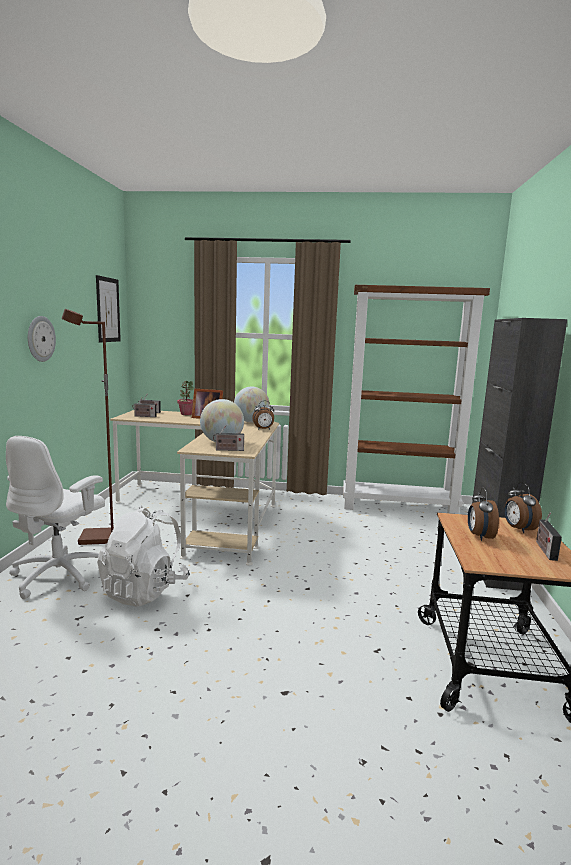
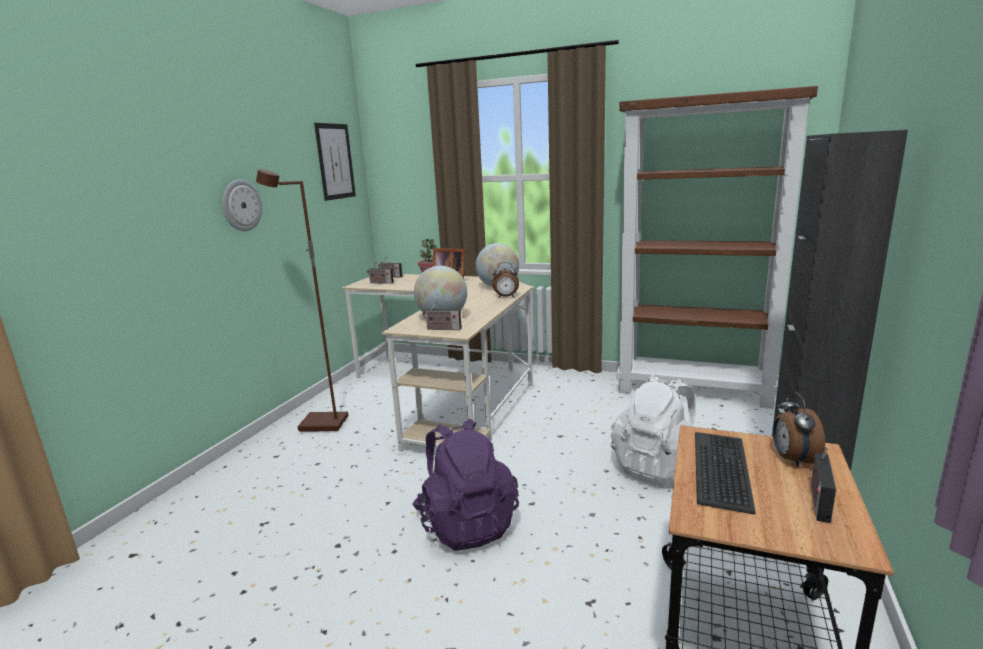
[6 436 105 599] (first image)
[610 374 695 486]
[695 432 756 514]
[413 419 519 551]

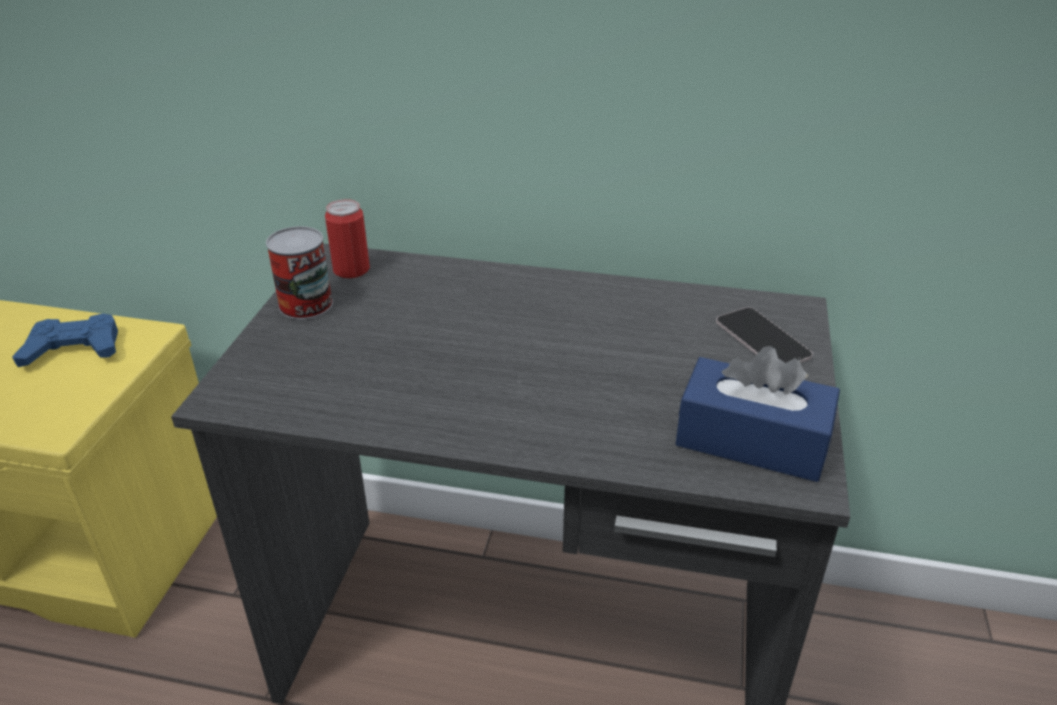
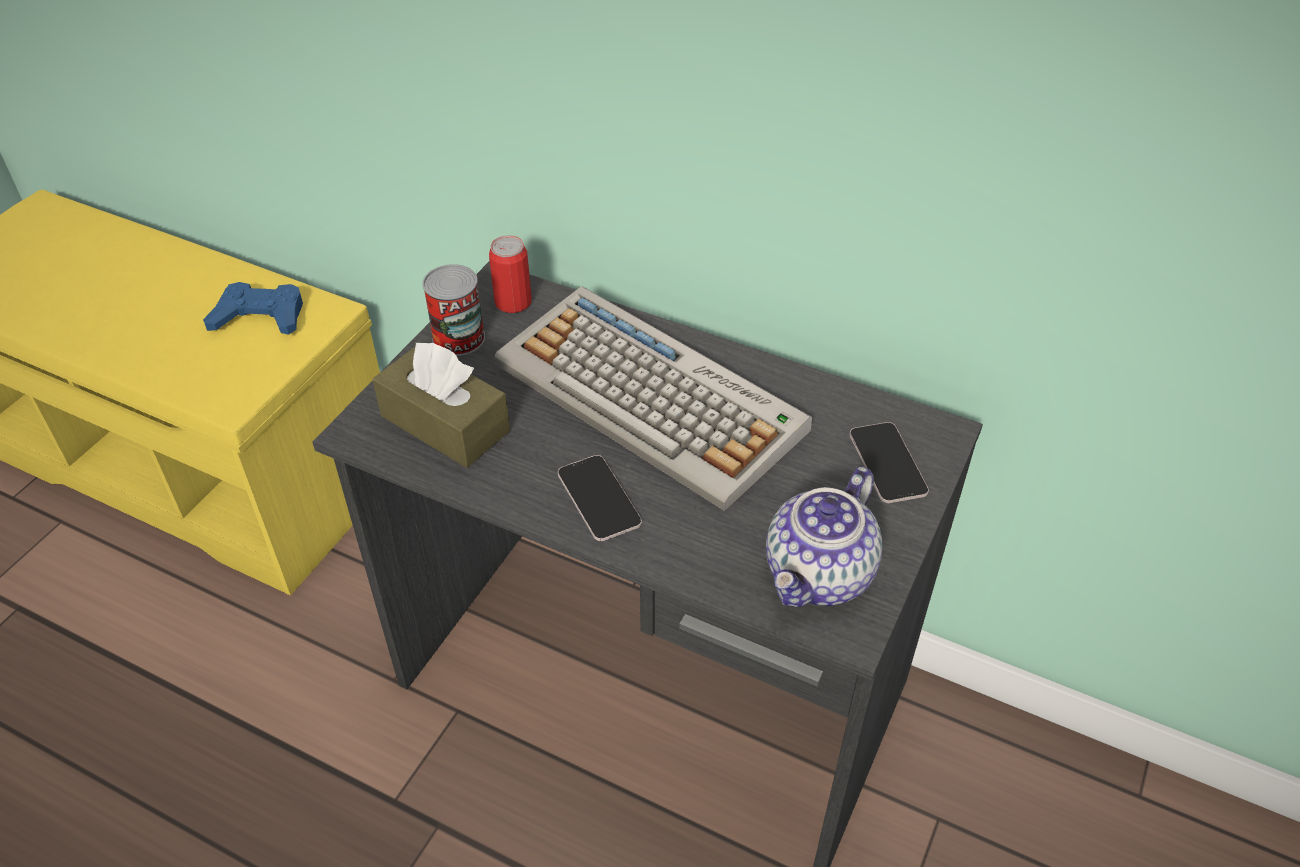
[766 467 883 607]
[372 342 510 468]
[494 286 812 511]
[558 455 642 541]

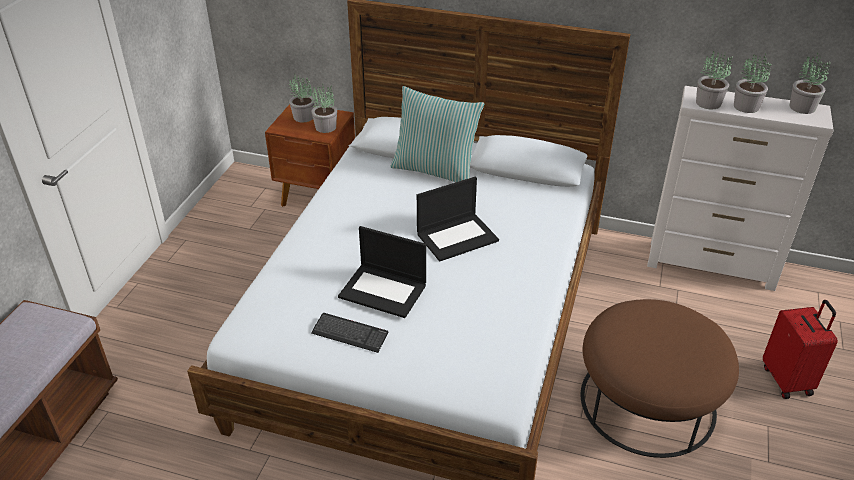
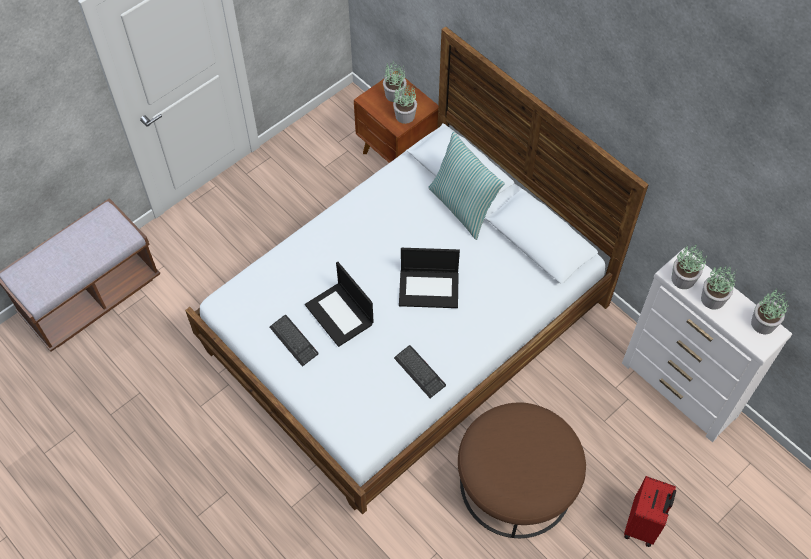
[394 345 446 399]

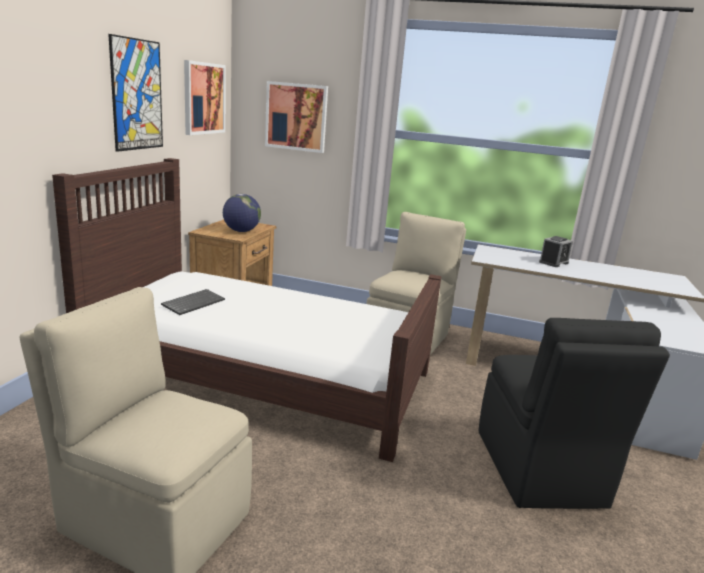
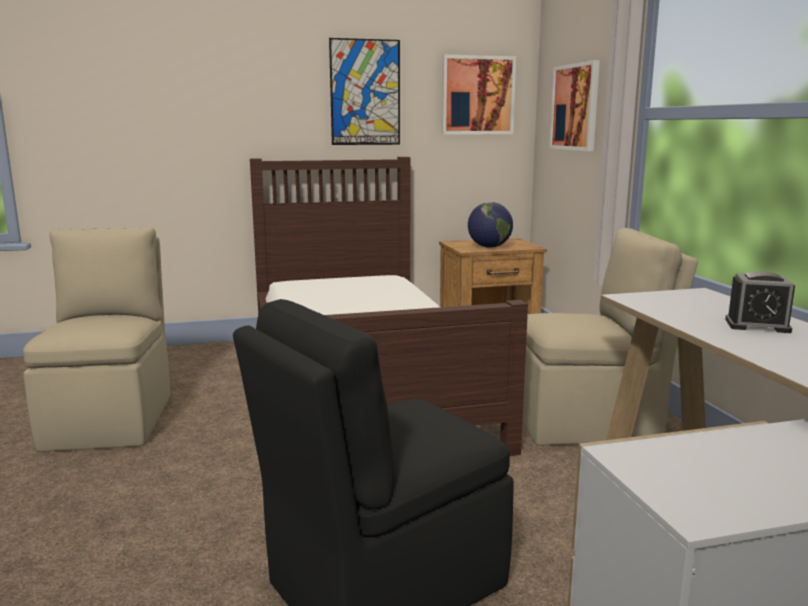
[161 289 225 315] (first image)

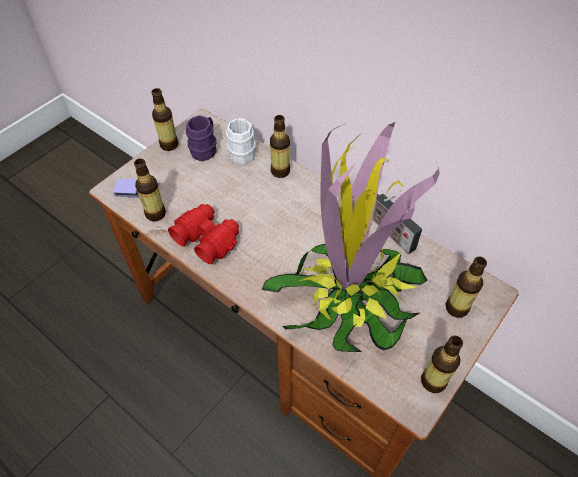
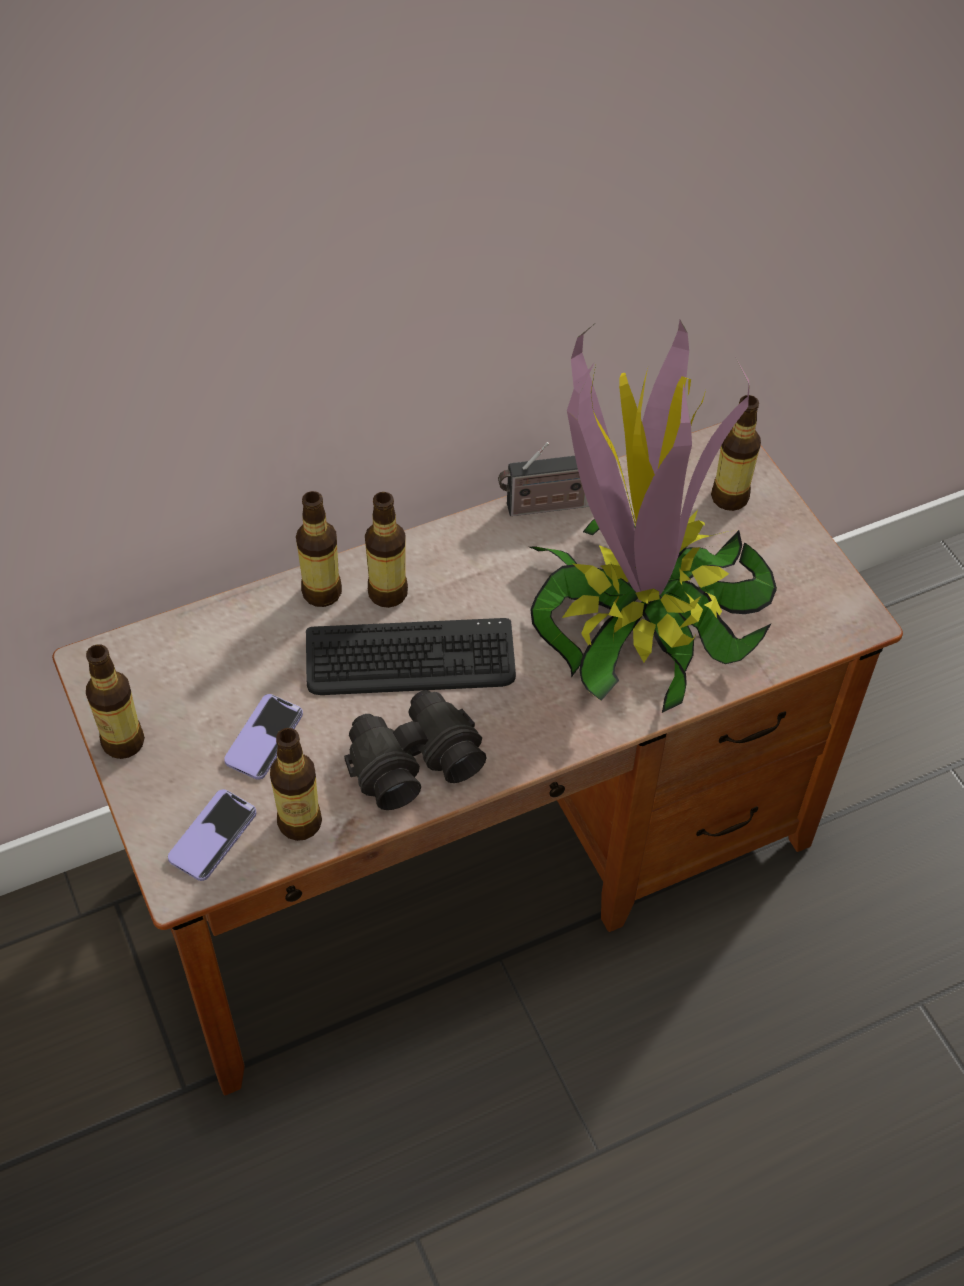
[344 690 486 810]
[186 115 217 161] (first image)
[226 118 256 164] (first image)
[365 492 408 608]
[224 694 303 780]
[306 618 516 695]

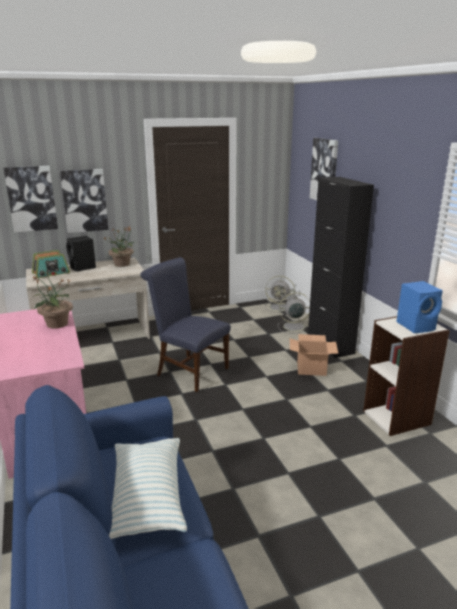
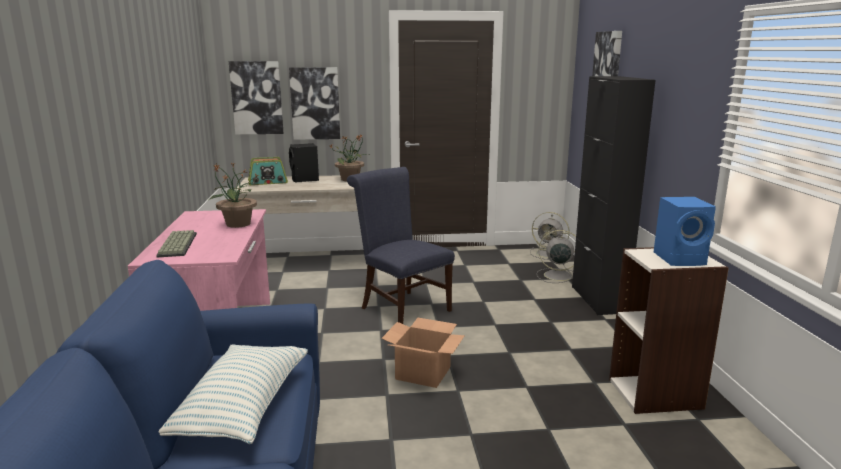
[381 318 465 388]
[156 230 197 257]

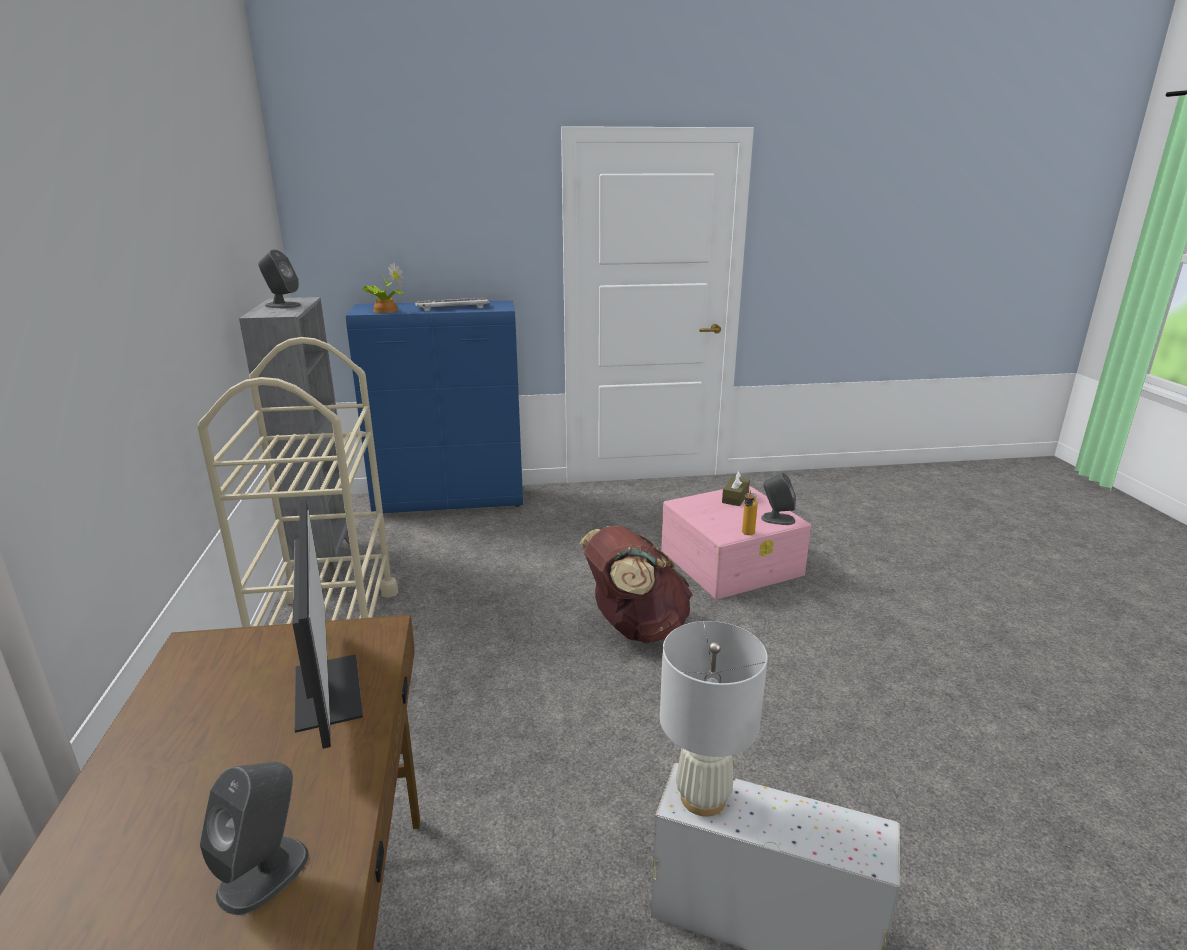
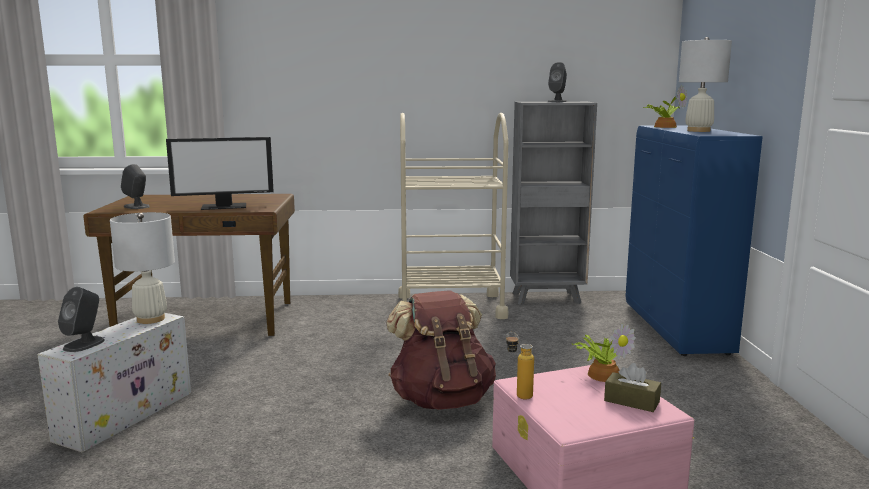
[679 37 732 132]
[58 287 105 352]
[572 324 636 382]

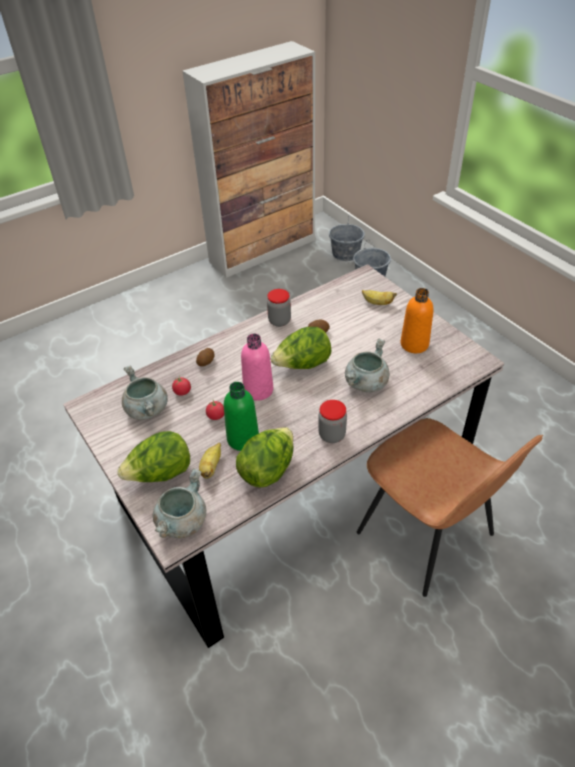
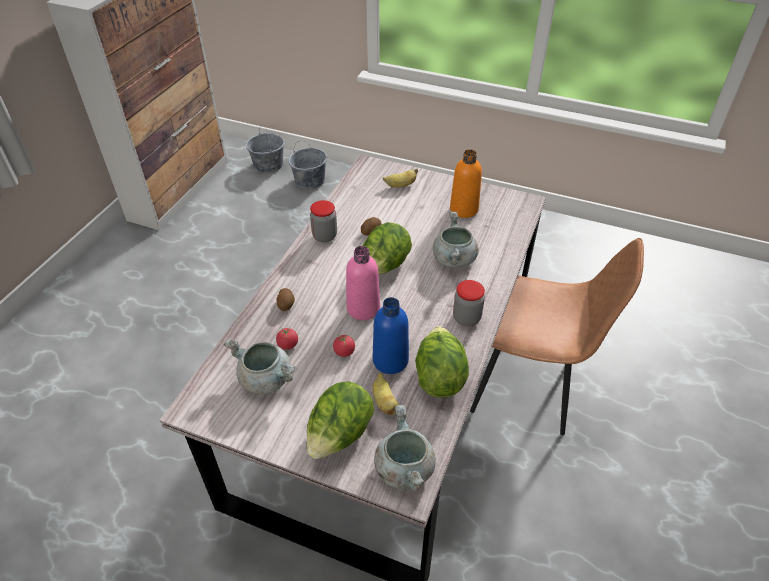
[373 297 409 374]

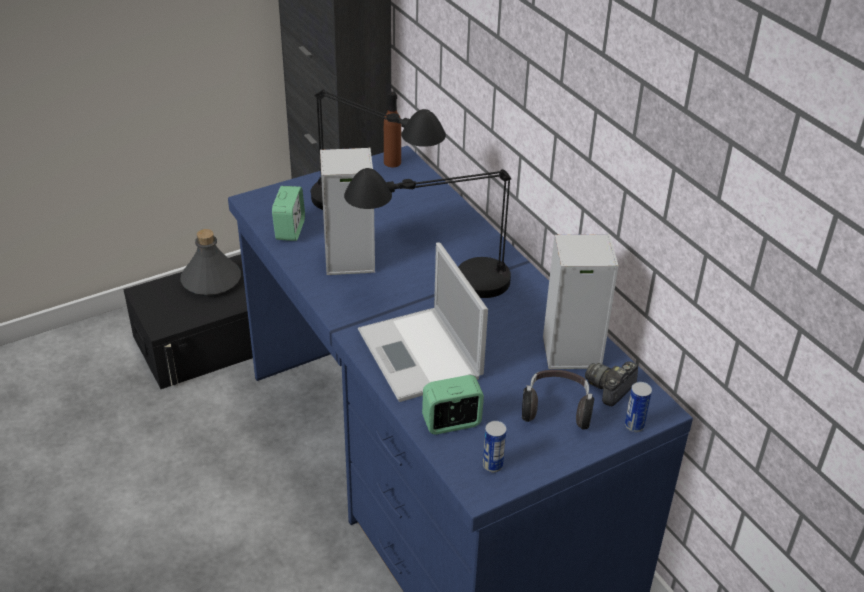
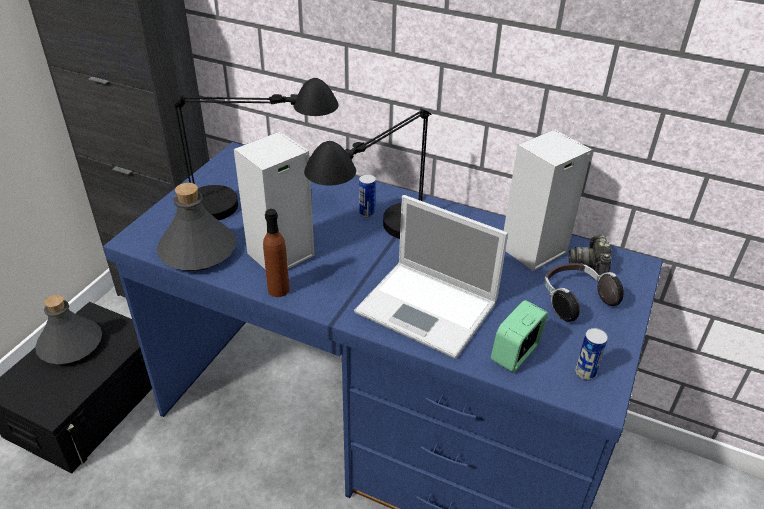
[157 183 237 271]
[263 209 290 297]
[359 174 376 218]

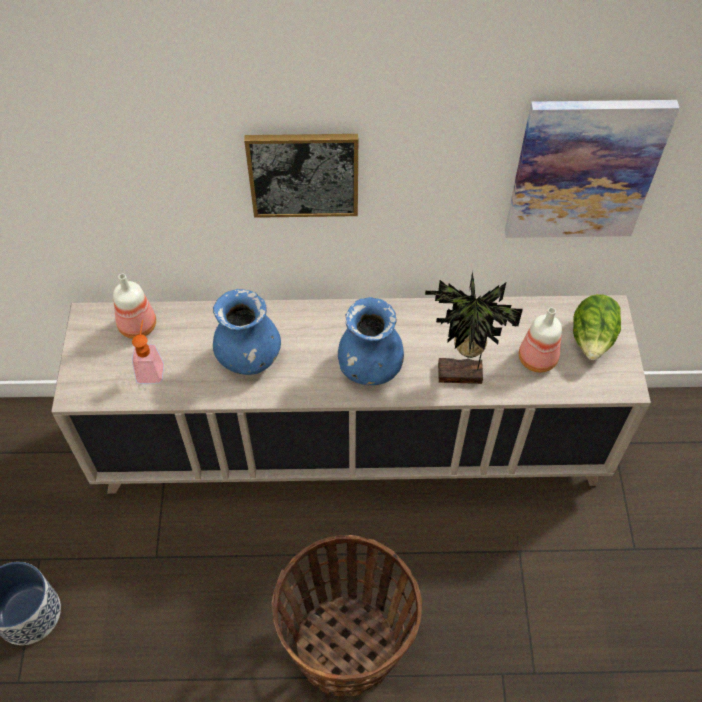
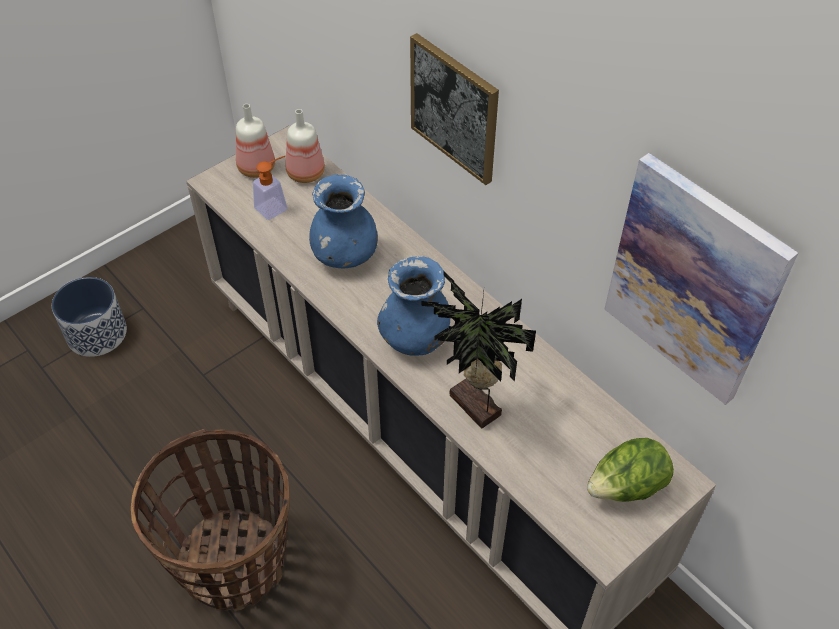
[236 104 275 178]

